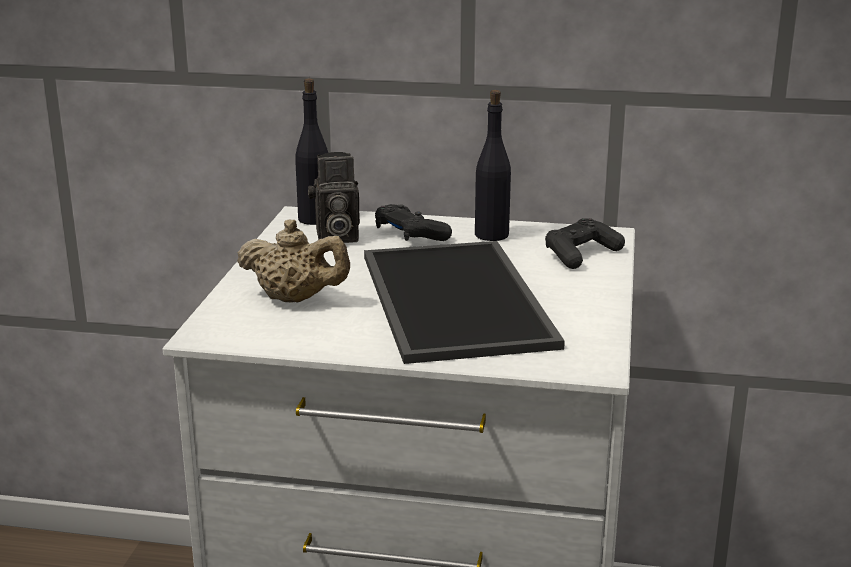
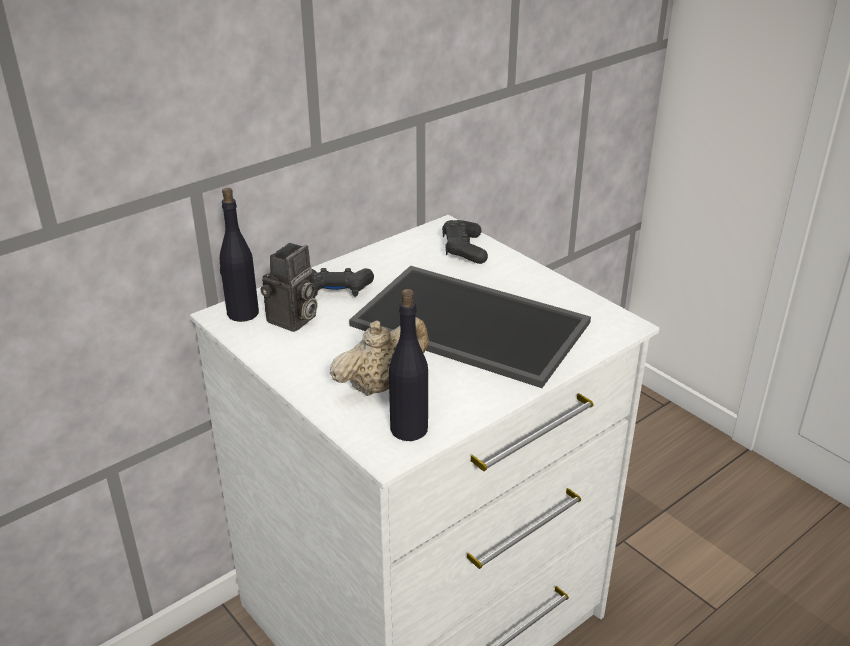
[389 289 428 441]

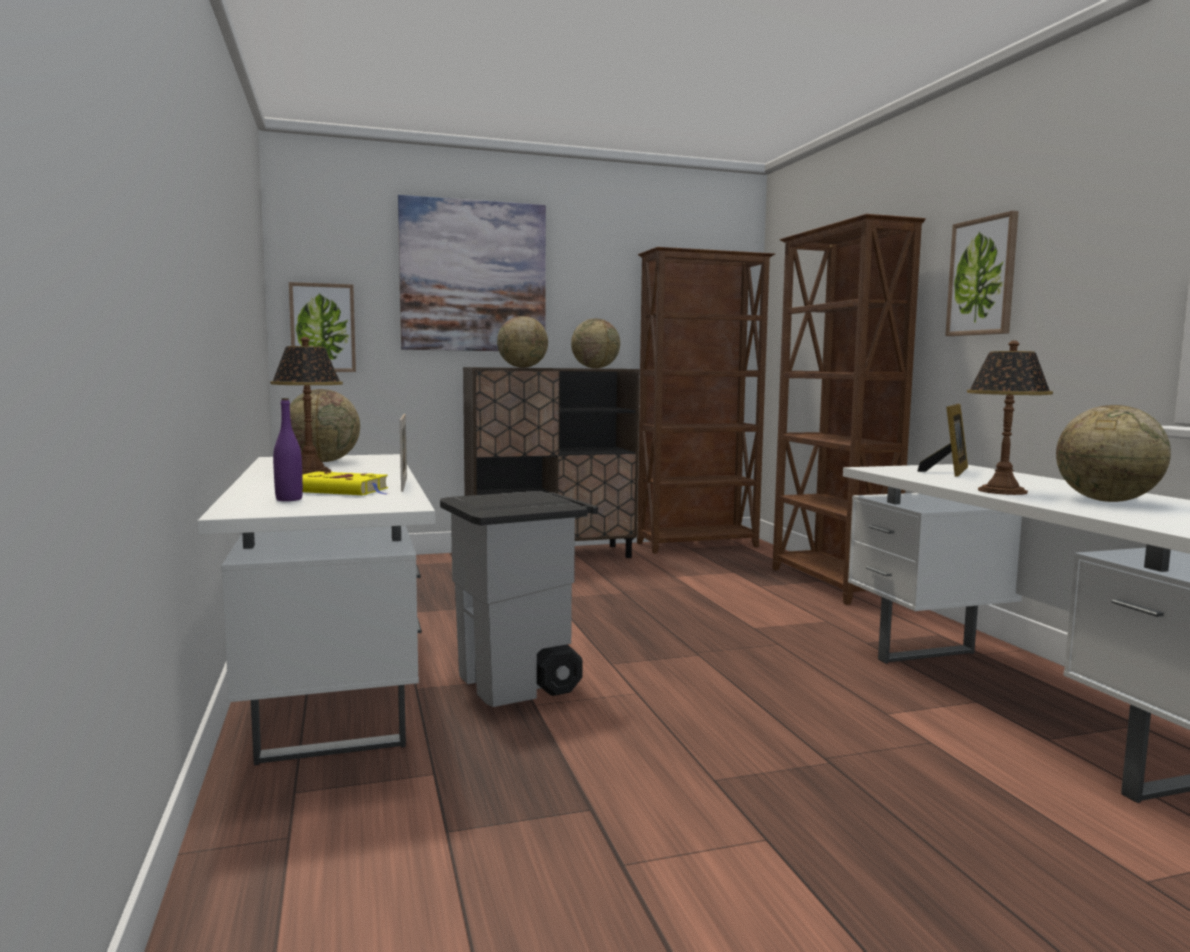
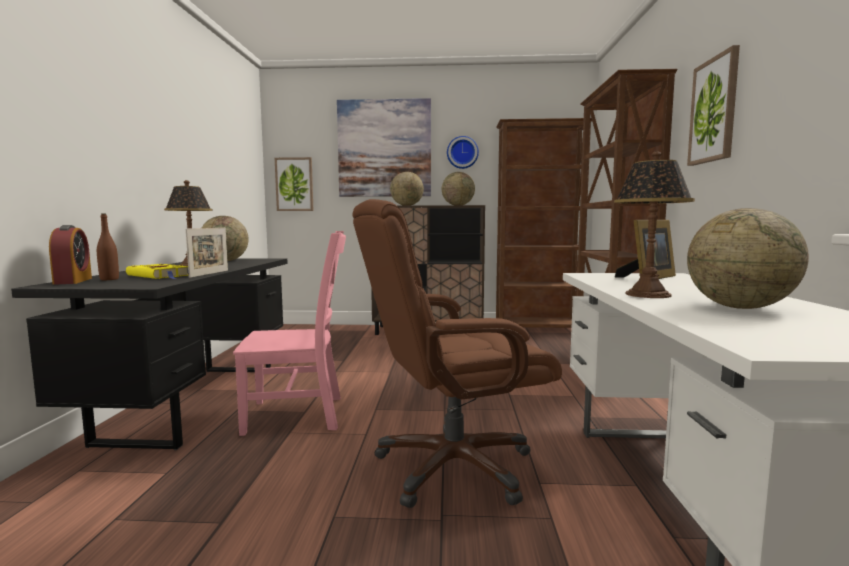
[11 258 288 450]
[97 214 119 280]
[233 231 346 436]
[49 225 92 285]
[352 199 562 508]
[447 136 479 169]

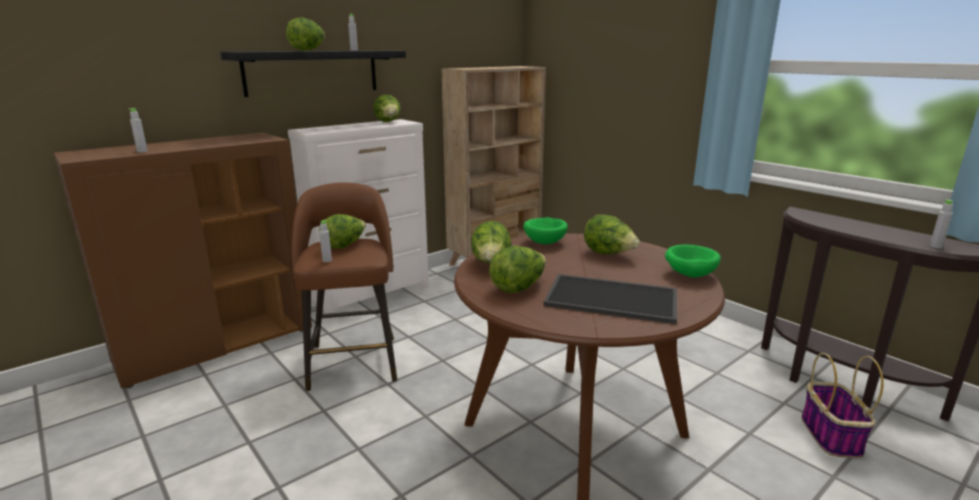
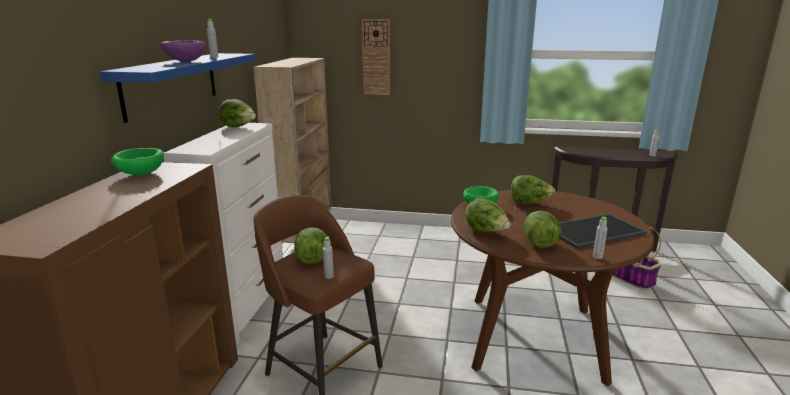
[593 217 607 259]
[100 53 255 123]
[161 40 205 62]
[111 148 164 175]
[362 19 390 95]

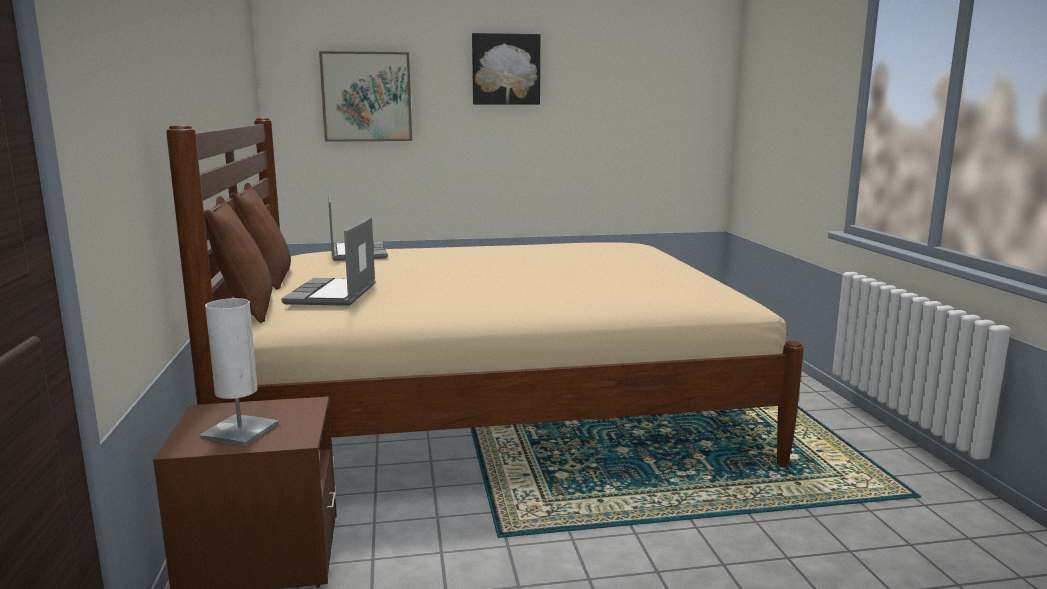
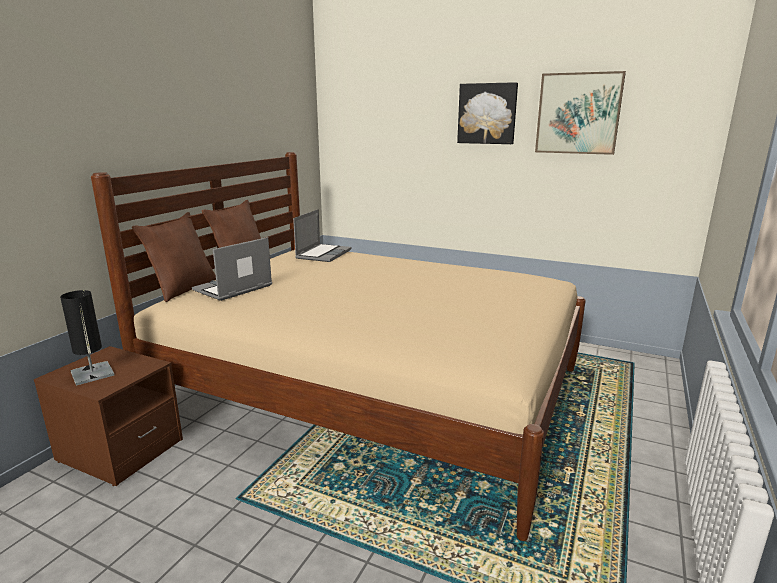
[60 290 115 386]
[535 71 626 155]

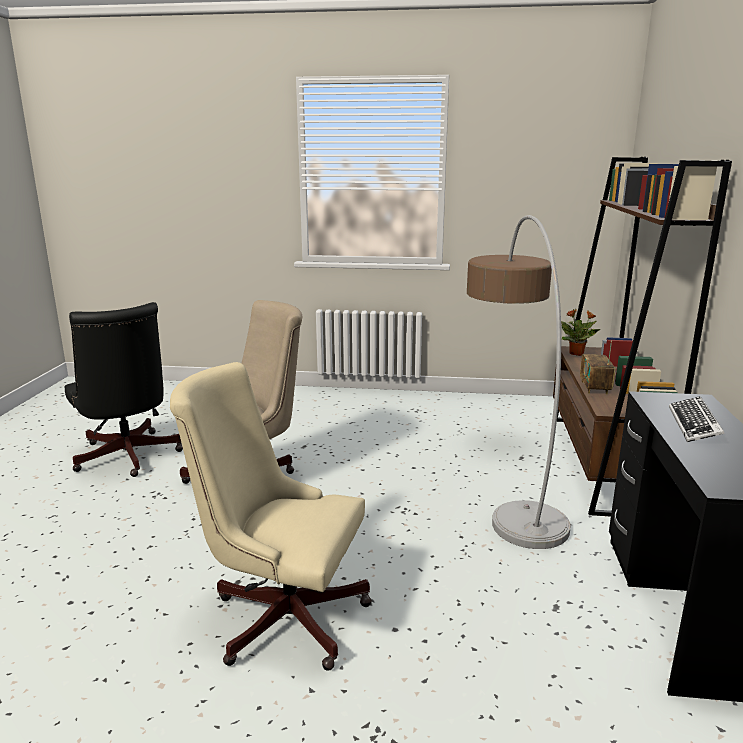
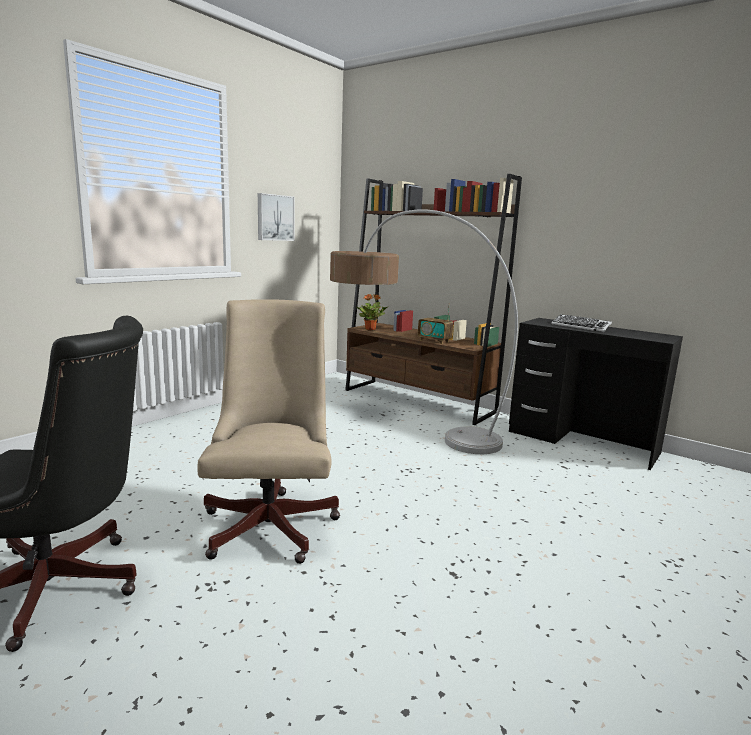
[170 362 372 671] (first image)
[258 193 295 241]

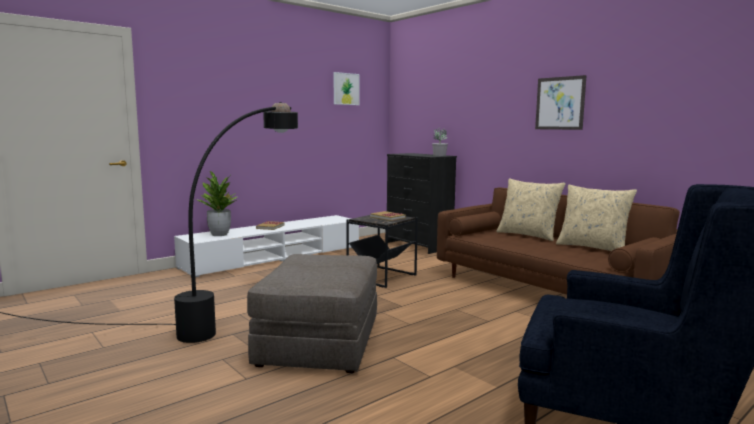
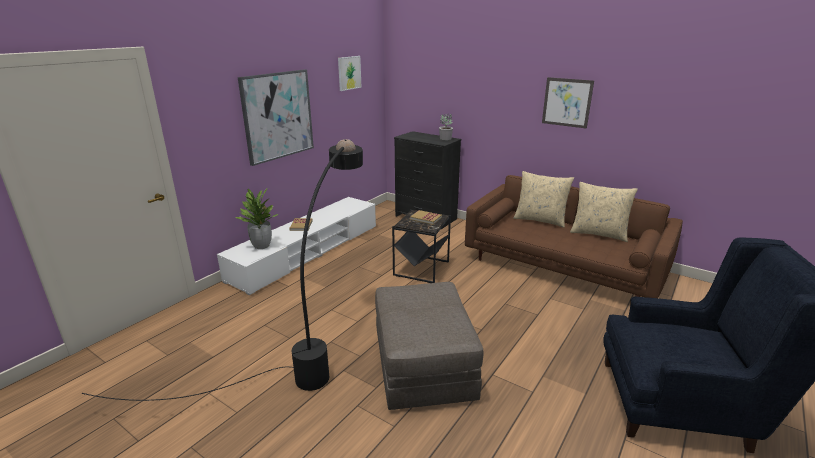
[238 69 314 166]

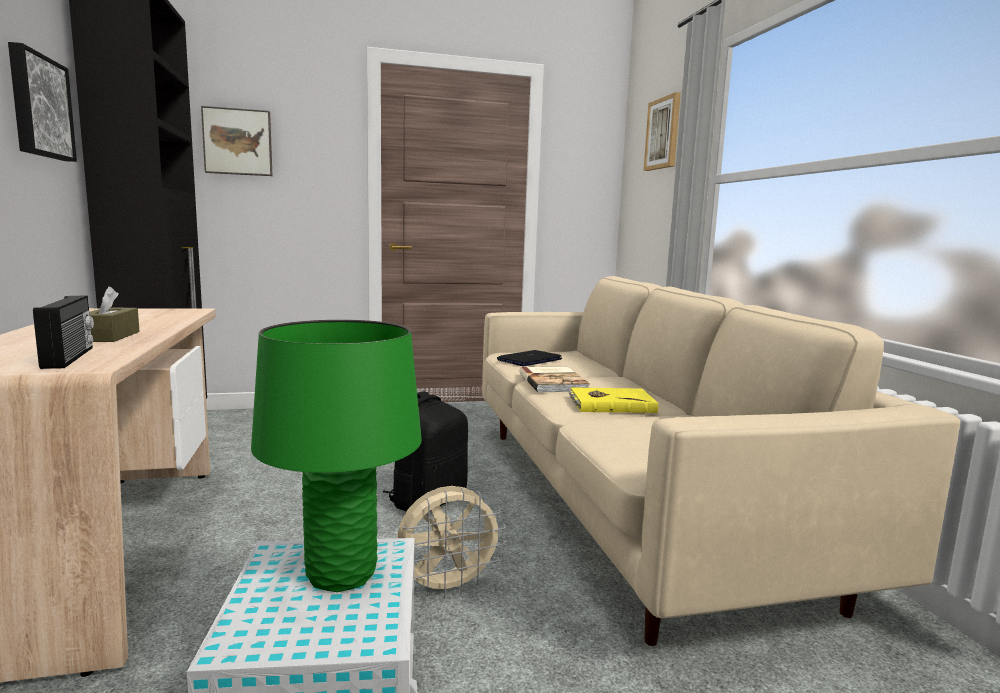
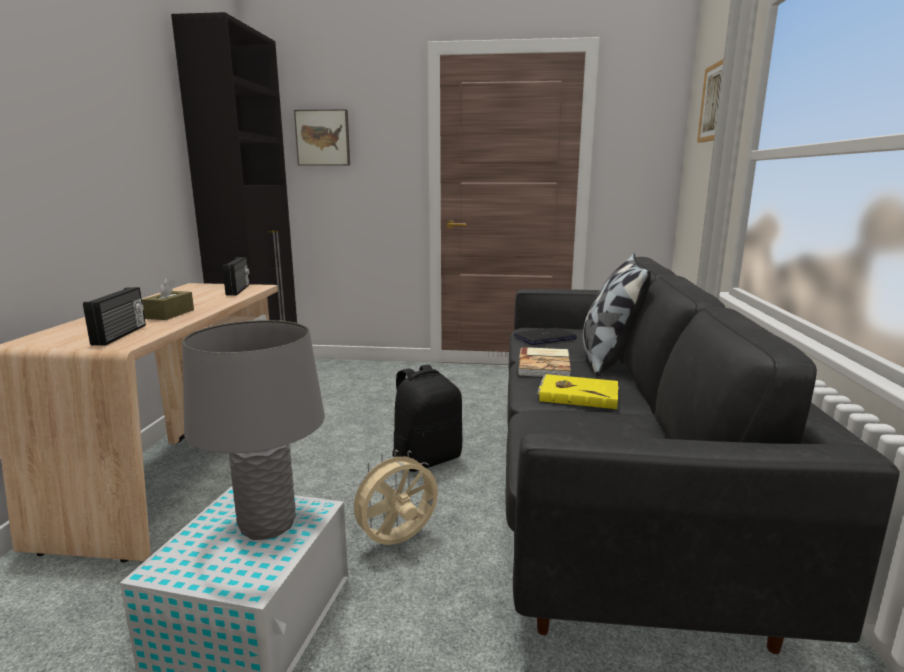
[8 42 77 162] (first image)
[182 320 325 540]
[346 450 438 545]
[506 257 900 654]
[222 257 249 296]
[583 253 651 376]

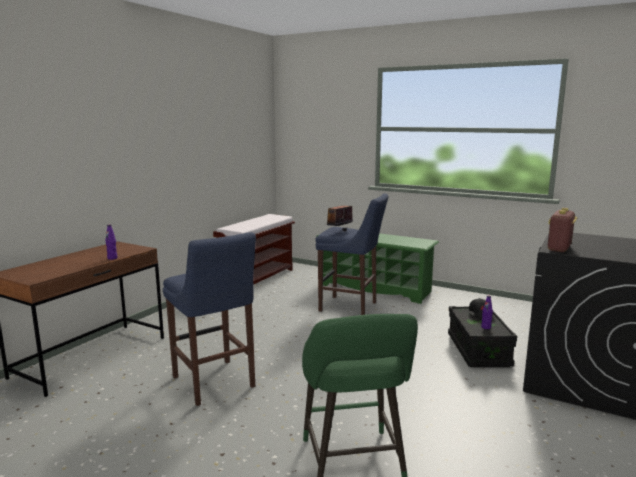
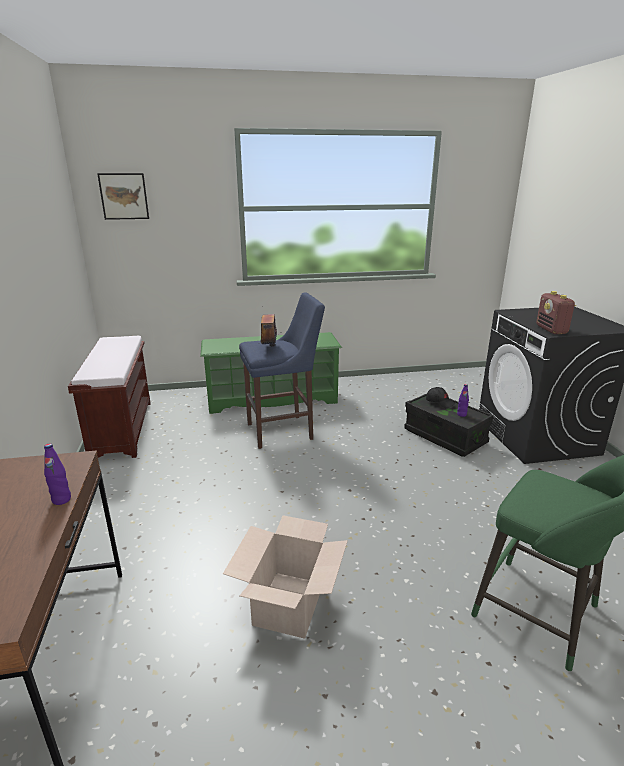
[223 515 348 639]
[97 173 149 220]

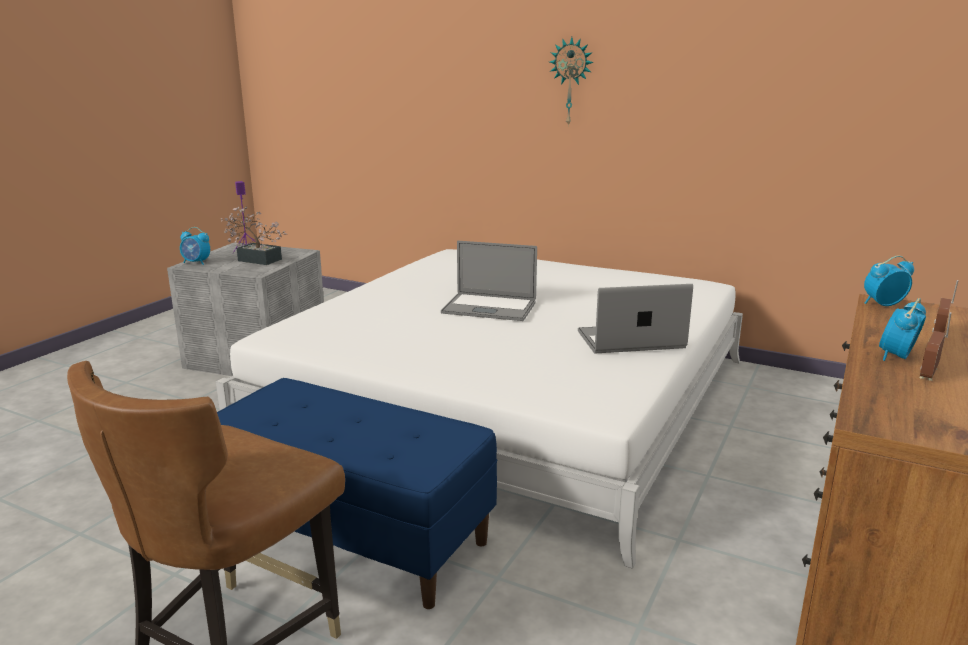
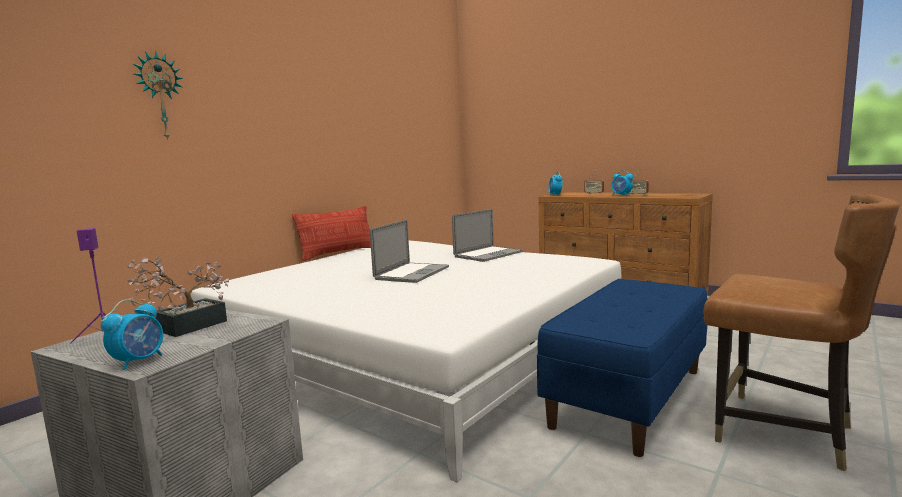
[134 51 183 141]
[452 209 523 262]
[292 206 371 261]

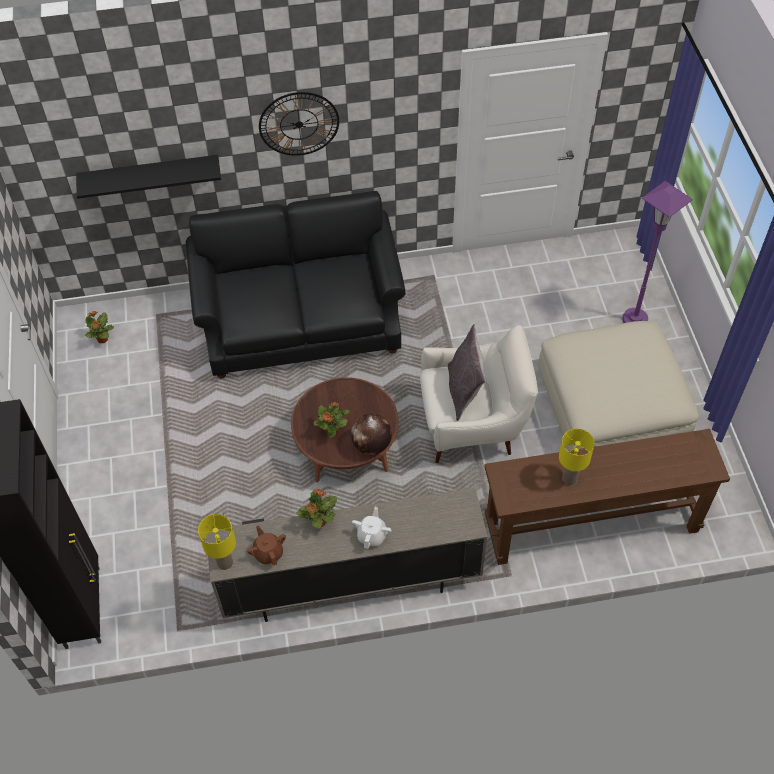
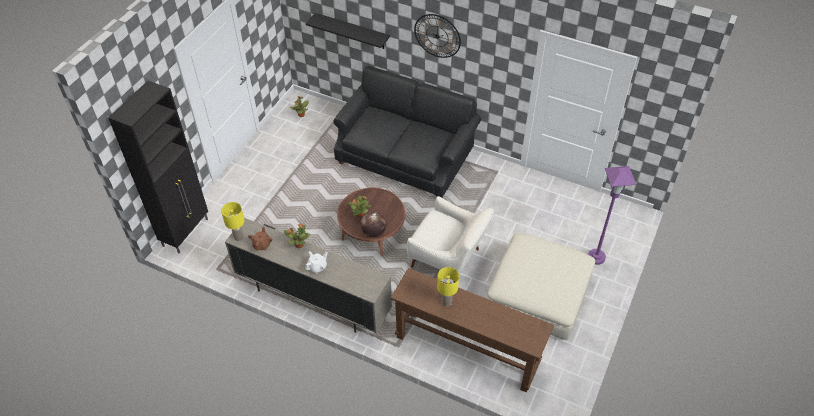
[448 324 486 421] (first image)

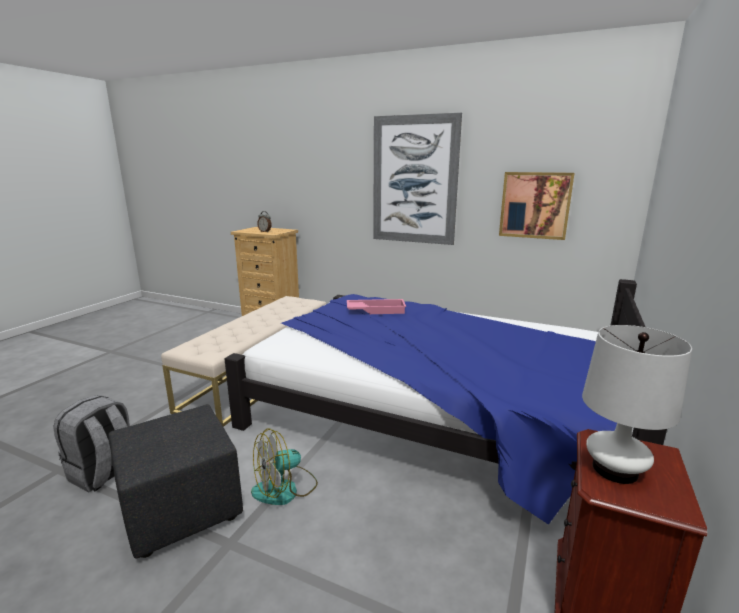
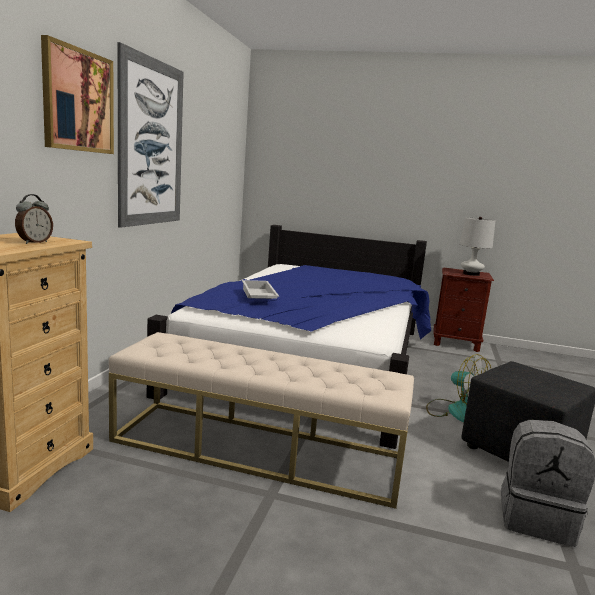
[242 280 279 299]
[41 35 114 154]

